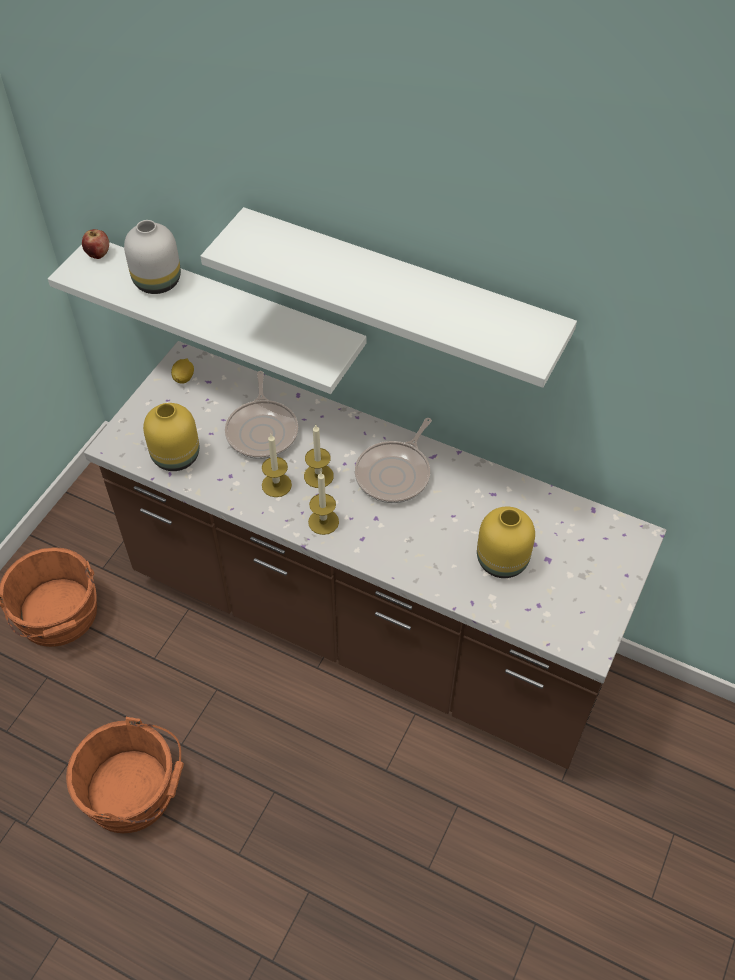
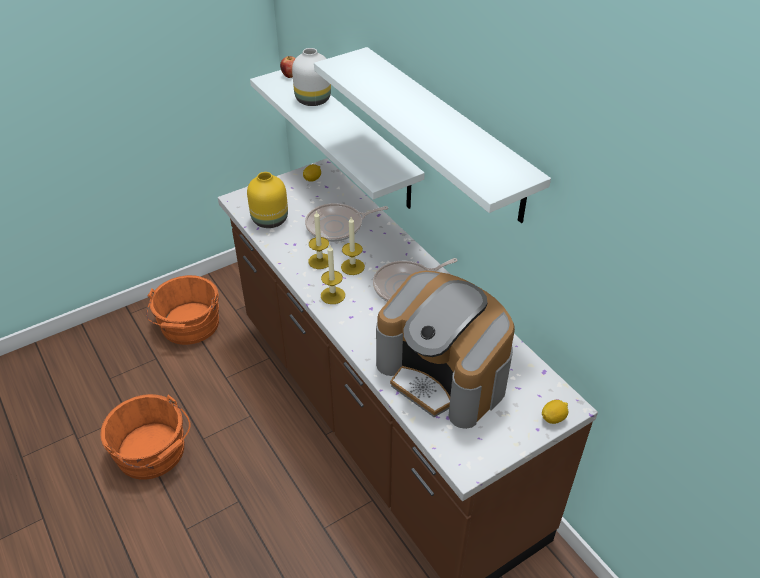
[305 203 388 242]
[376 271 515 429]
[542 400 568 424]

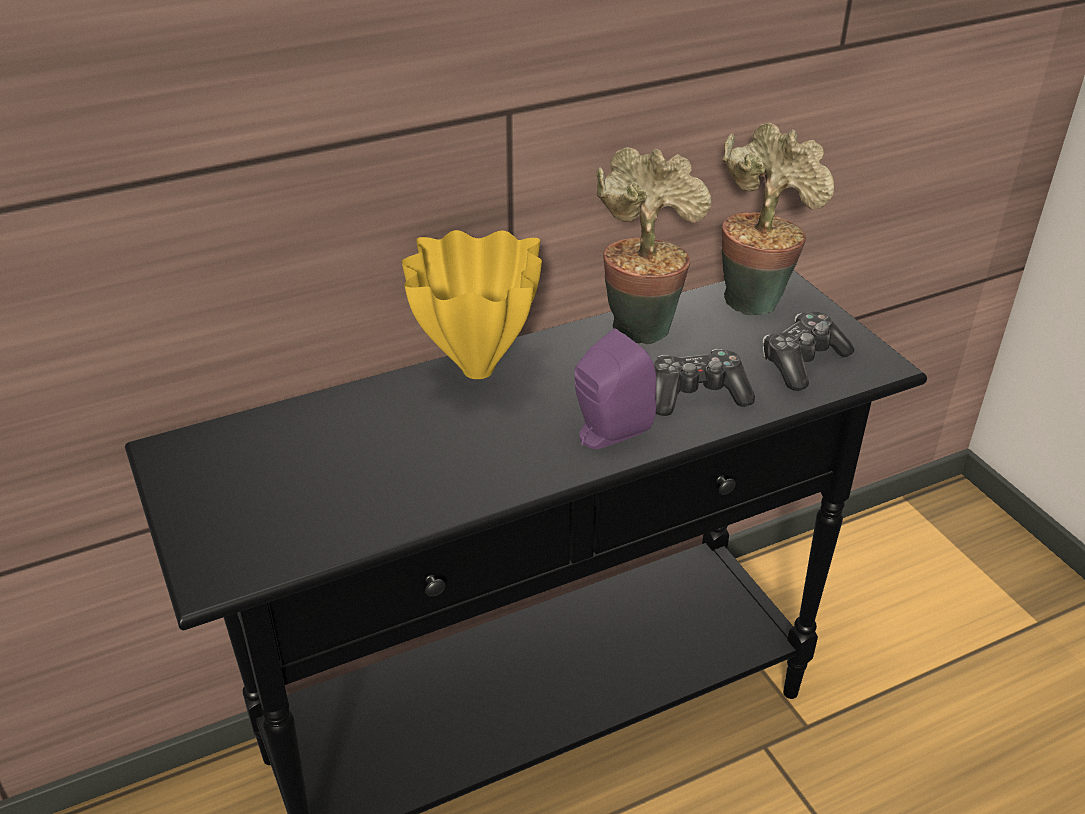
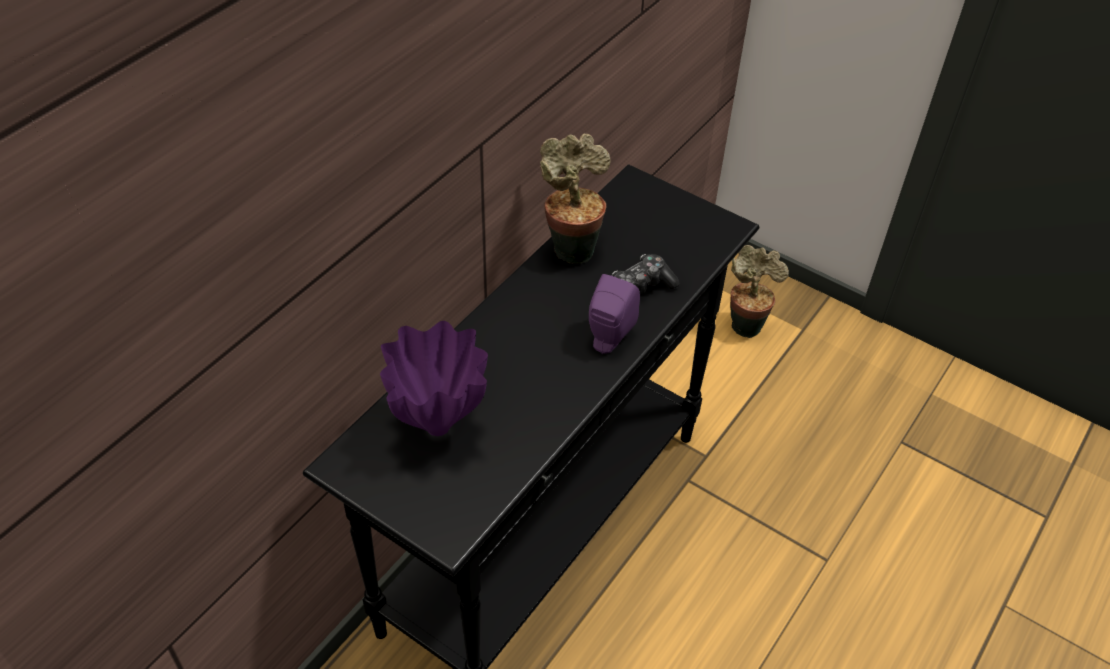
[380 321 488 436]
[730 245 789 338]
[402 230 542 379] (first image)
[763 312 855 391] (first image)

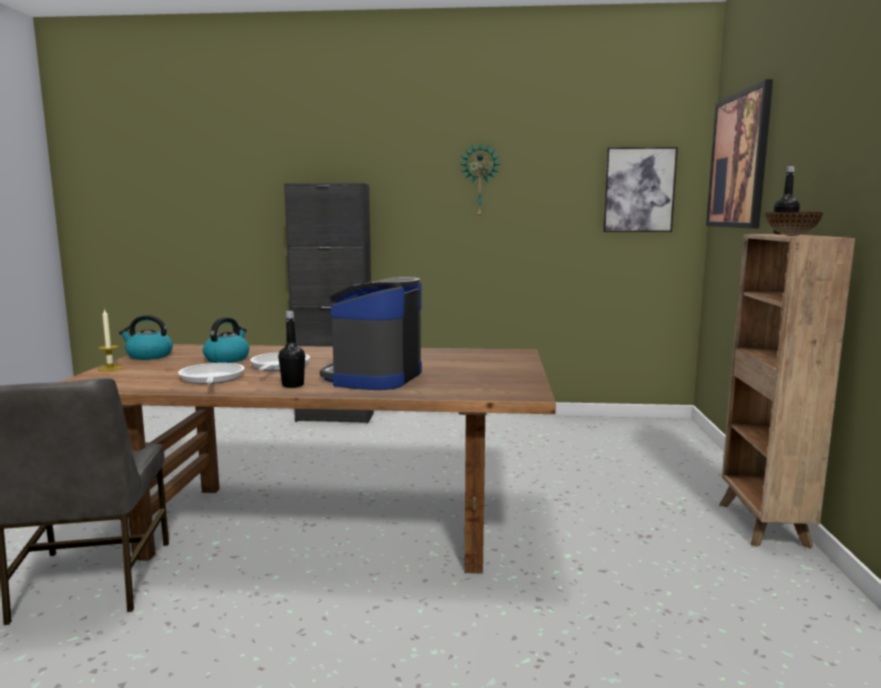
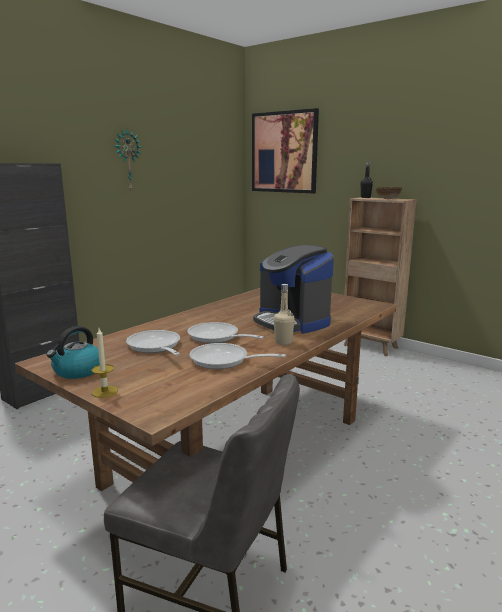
[126 330 180 356]
[274 284 295 345]
[603 147 678 232] (first image)

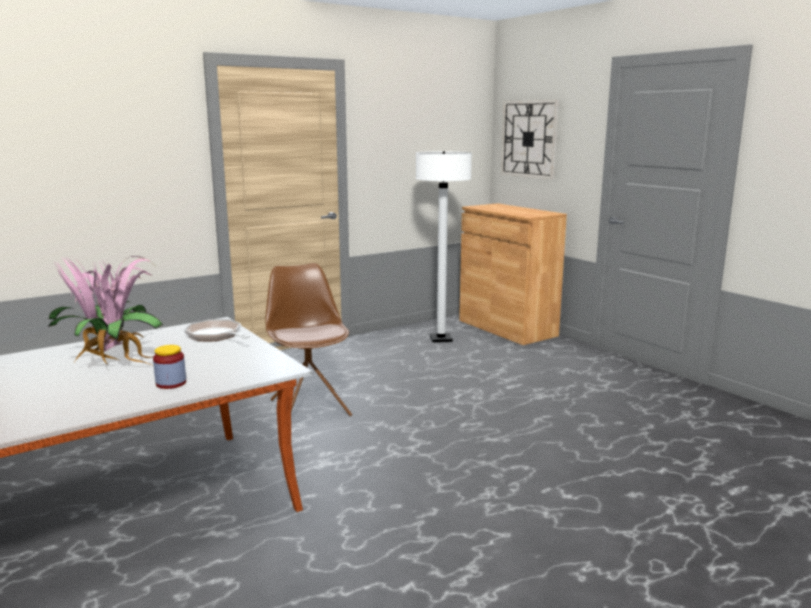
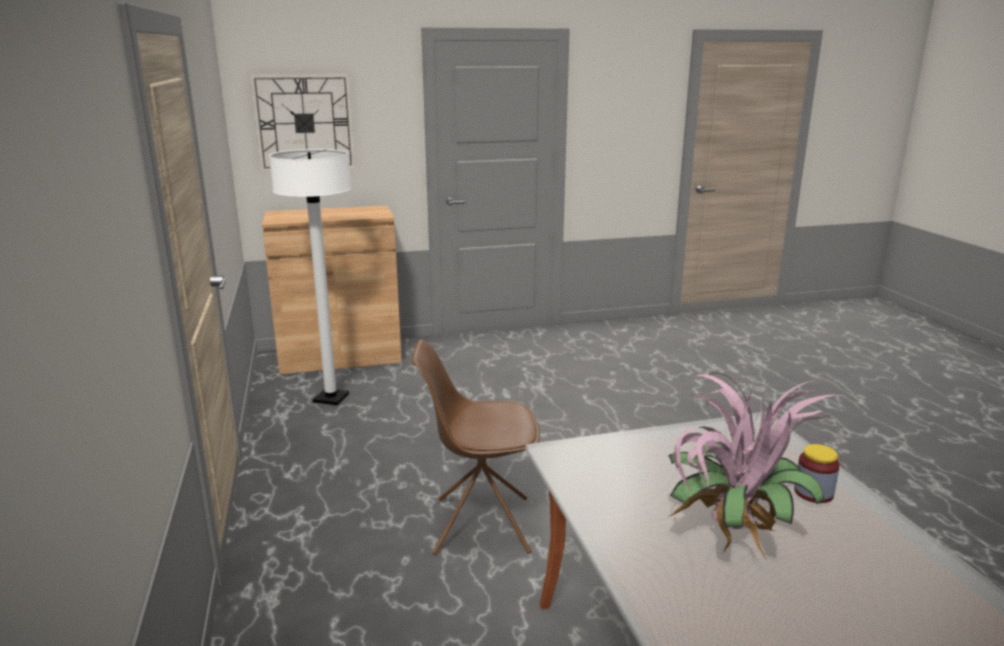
[184 319 250 341] (first image)

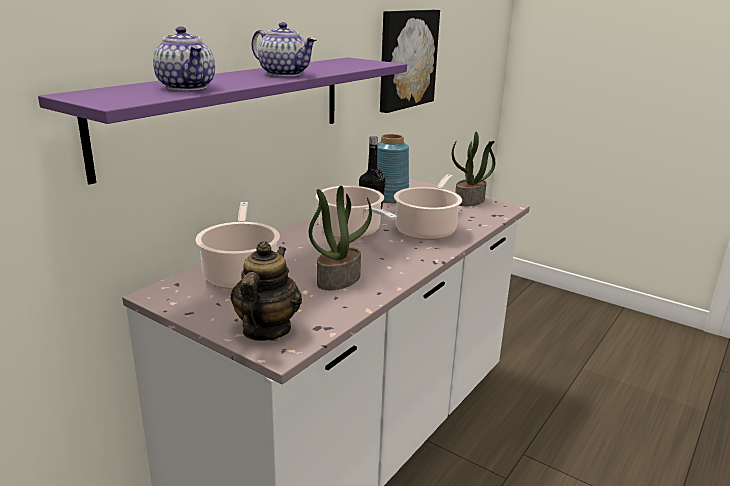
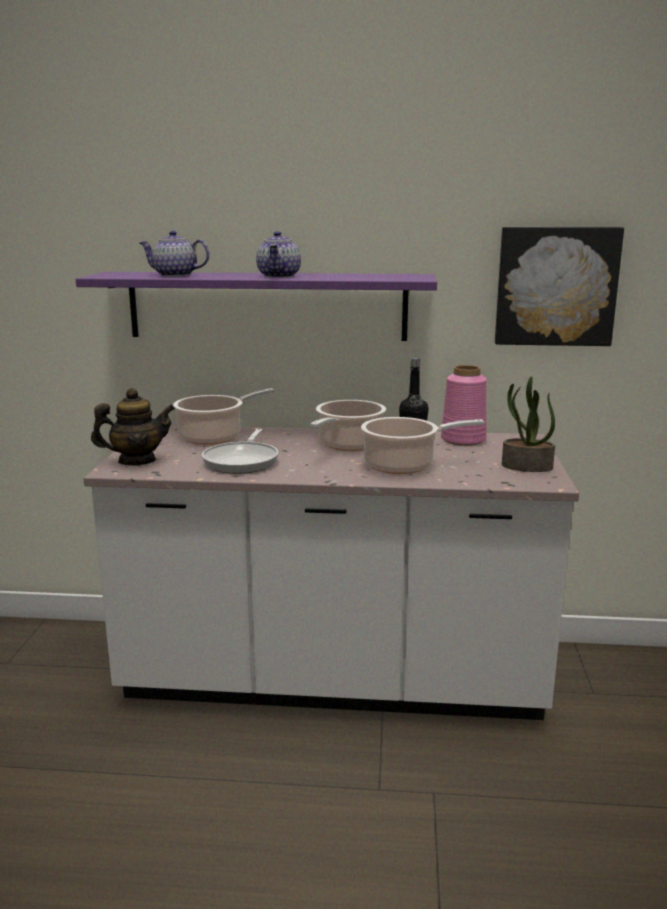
[140 231 210 277]
[202 429 278 474]
[441 365 487 446]

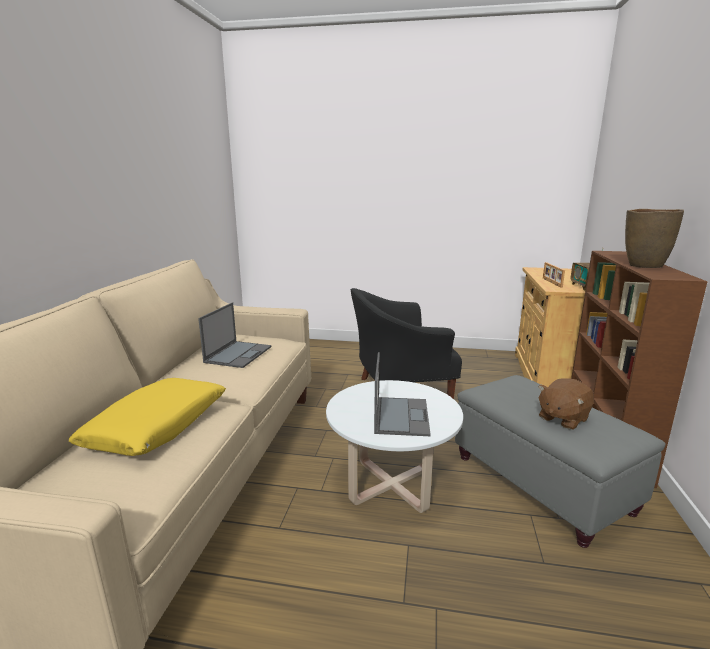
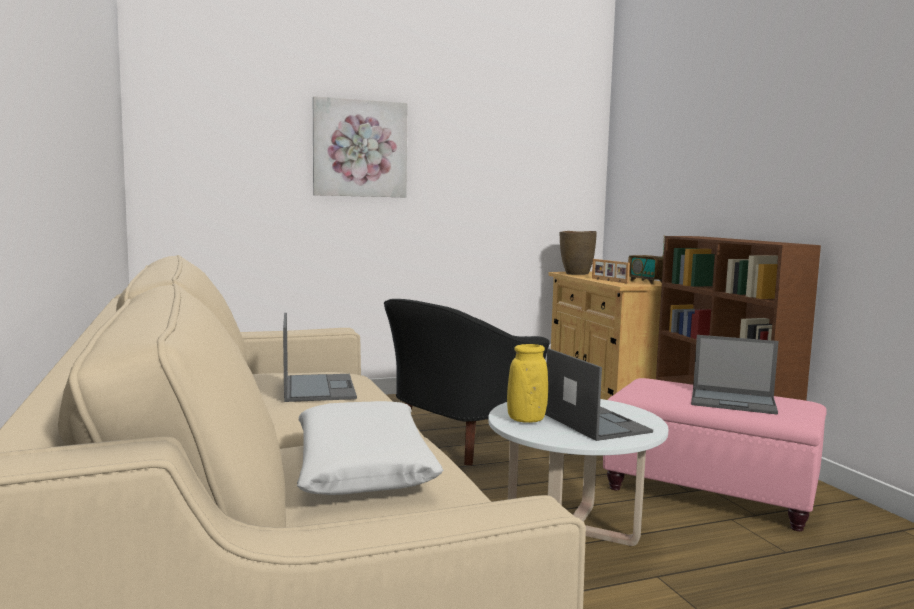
[297 401 443 495]
[313 96 408 197]
[507 344 548 423]
[559 231 597 275]
[603 378 827 531]
[691 335 779 414]

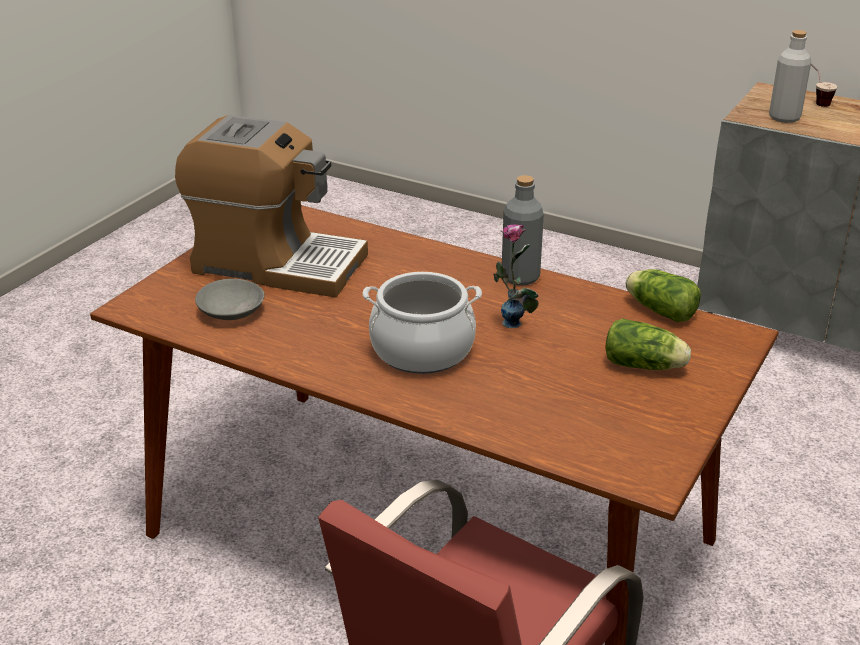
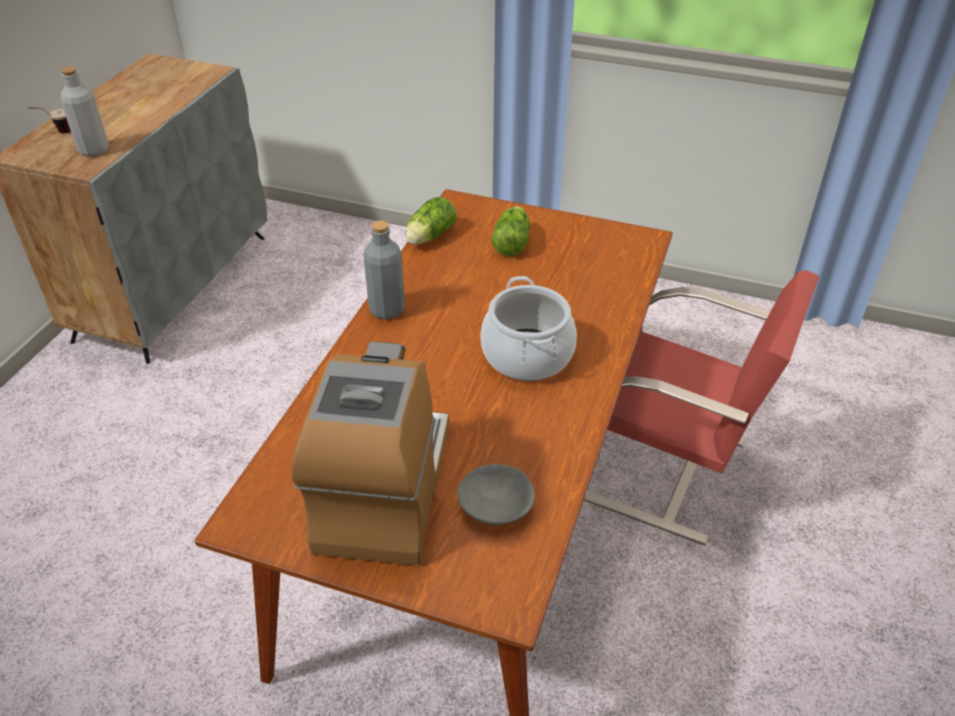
[493 224 539 328] (first image)

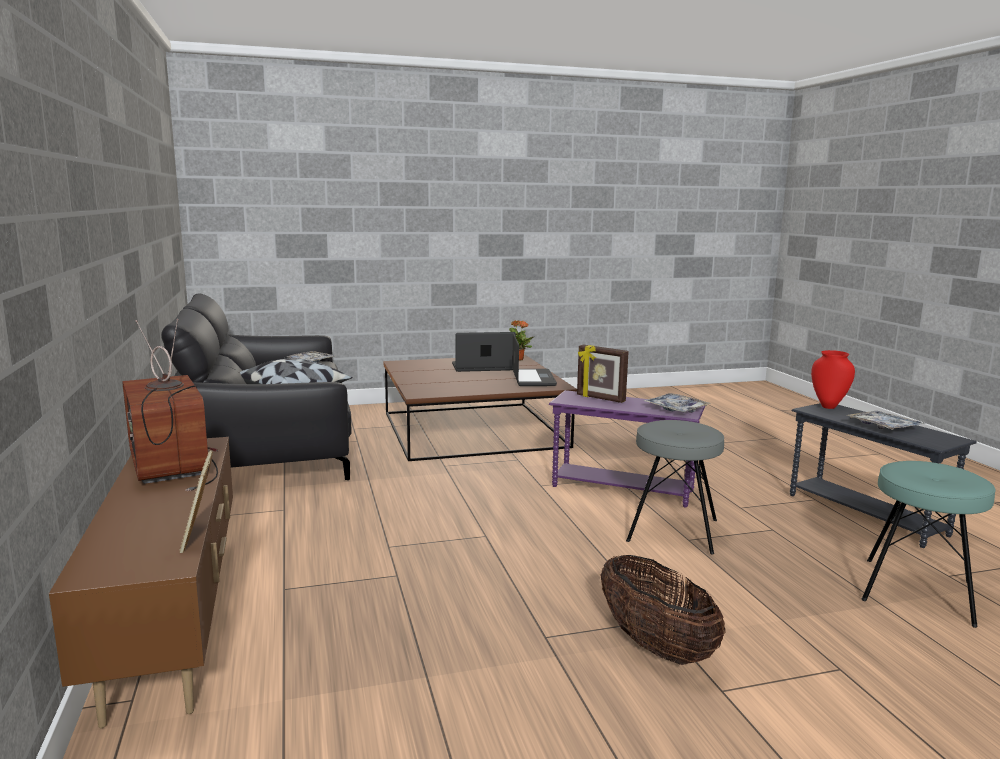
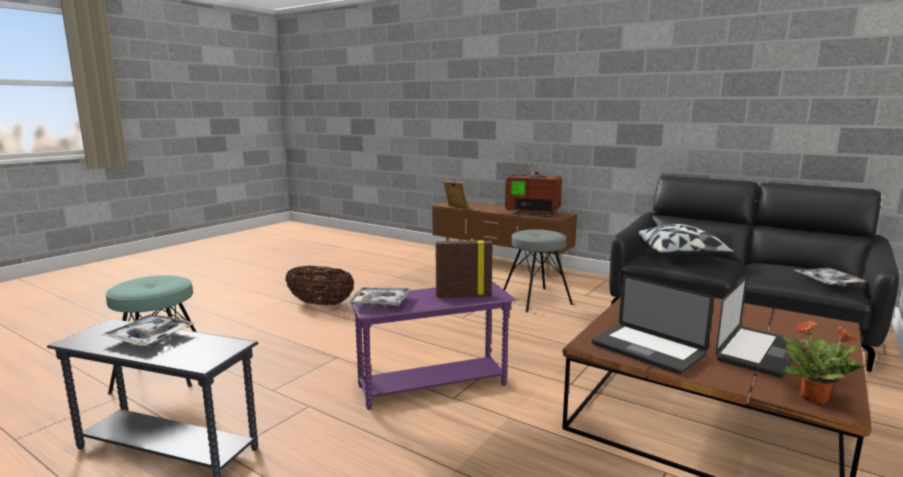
[503 229 573 312]
[811 350 855 409] (first image)

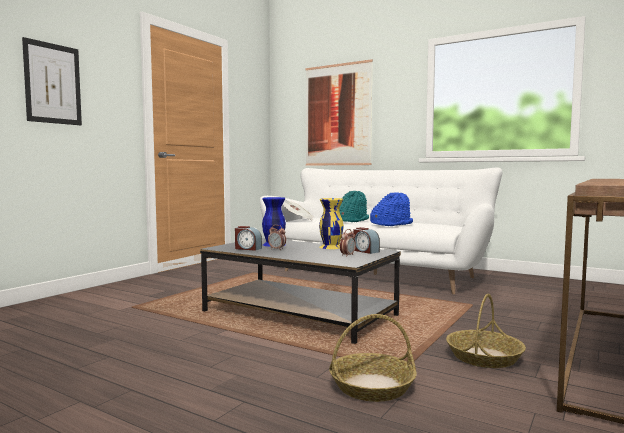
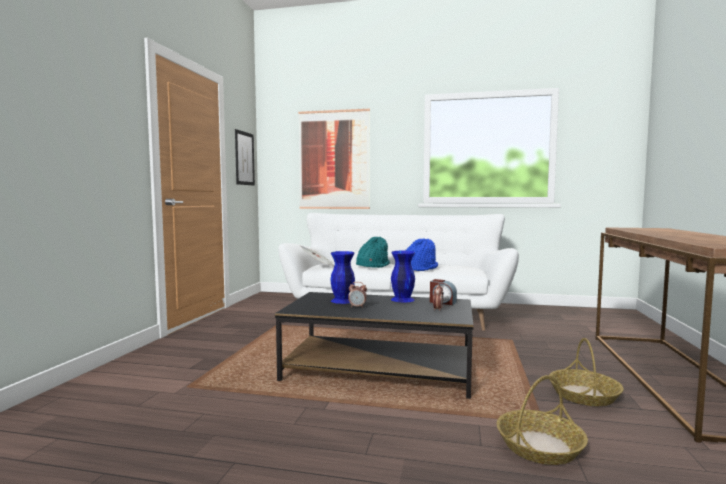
[235 129 255 186]
[391 251 415 302]
[235 226 262 251] (first image)

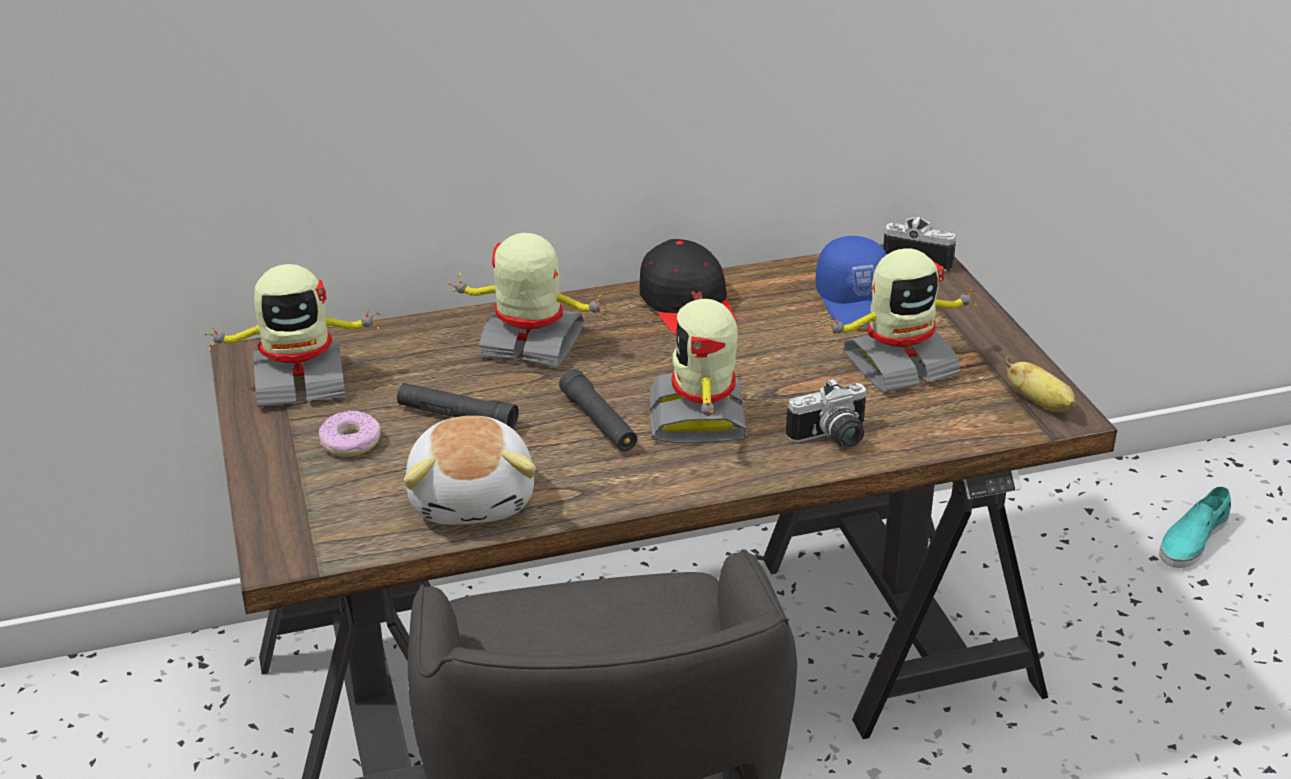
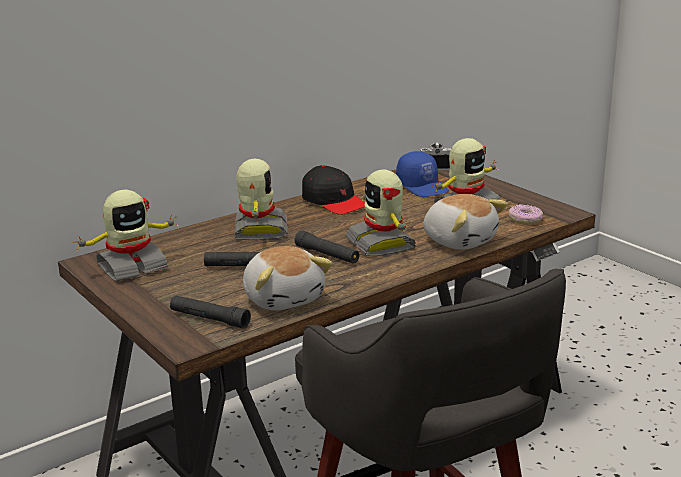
[170 295 251 329]
[235 158 288 240]
[423 194 508 250]
[509 204 543 225]
[1003 357 1075 412] (first image)
[1159 486 1231 568] (first image)

